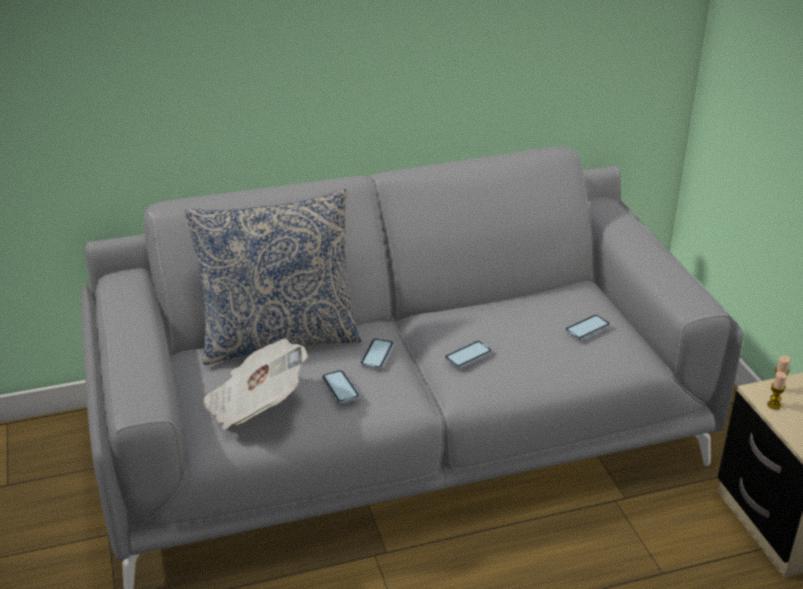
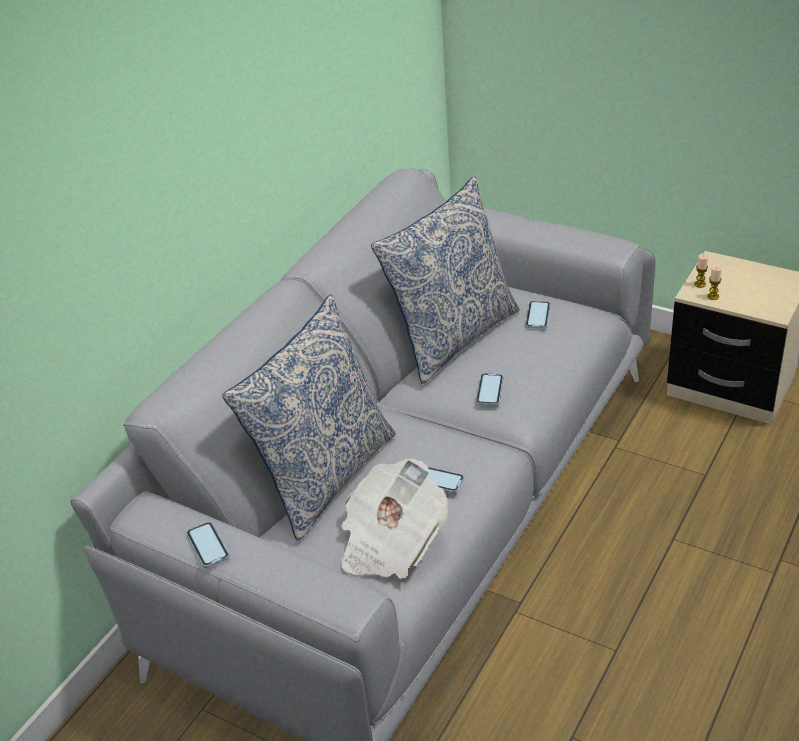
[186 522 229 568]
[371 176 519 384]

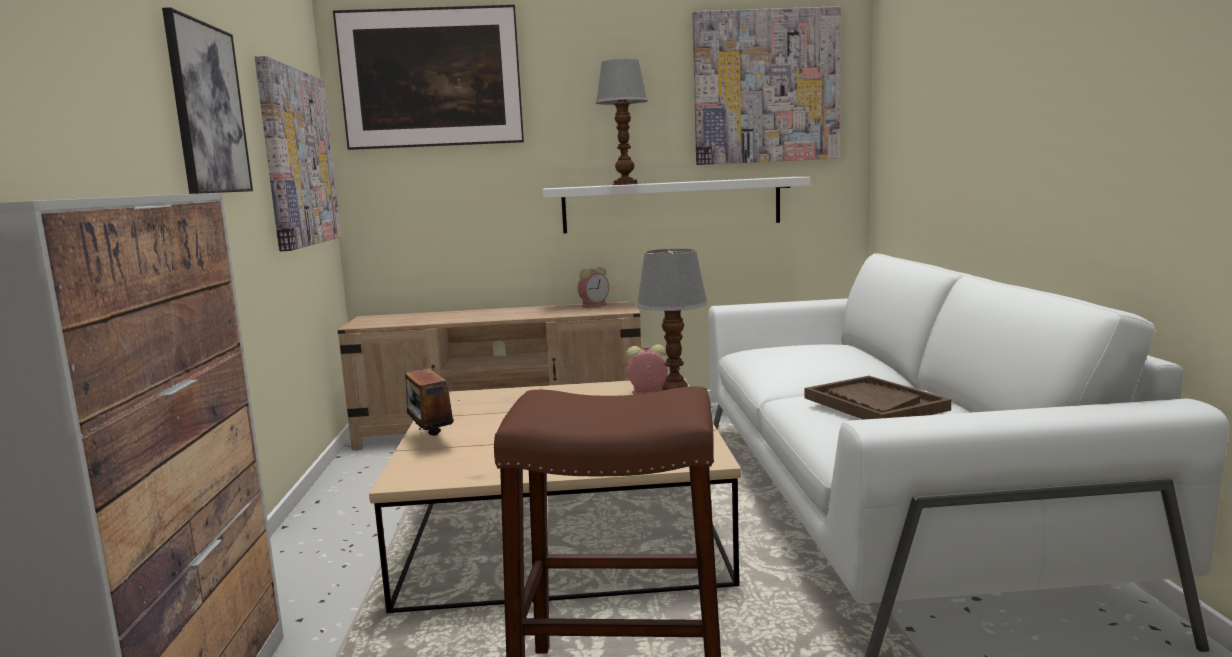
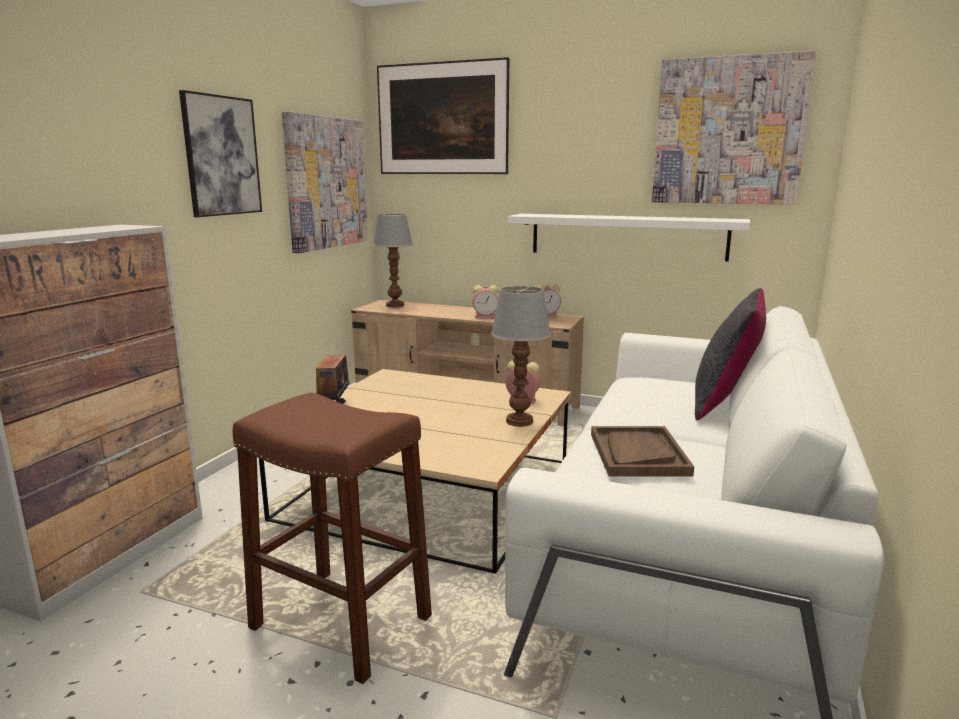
[373 214 413 308]
[472 285 499 318]
[695 288 766 420]

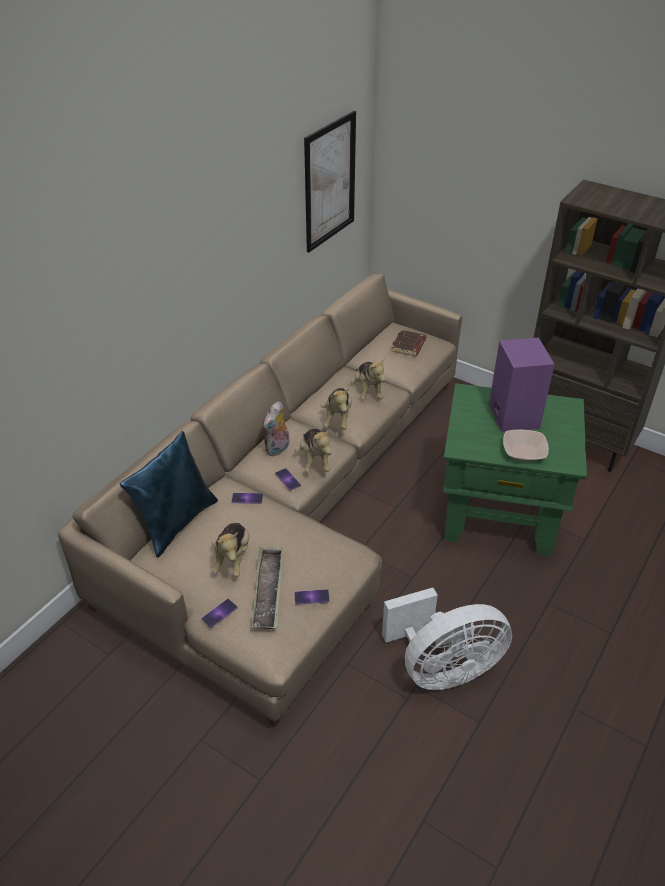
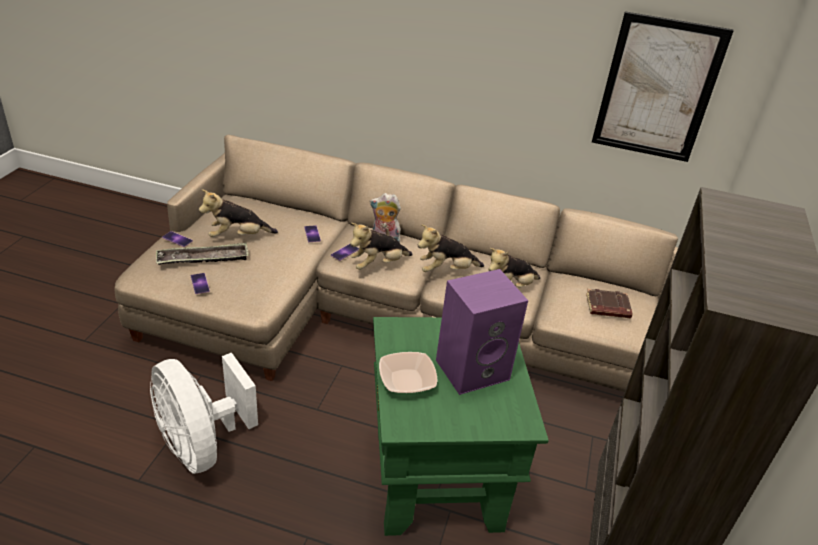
[120 431 218 558] (first image)

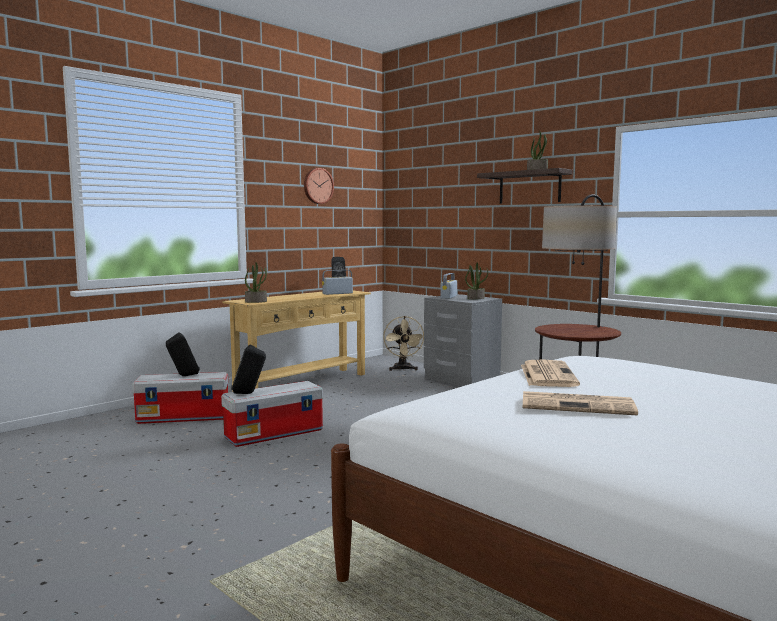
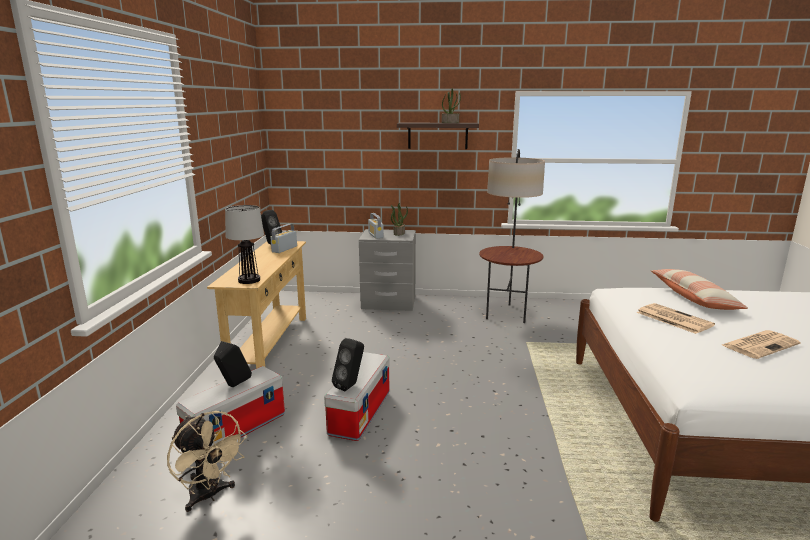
[167 411 248 512]
[225 205 264 284]
[650 269 748 310]
[304 168 334 204] (first image)

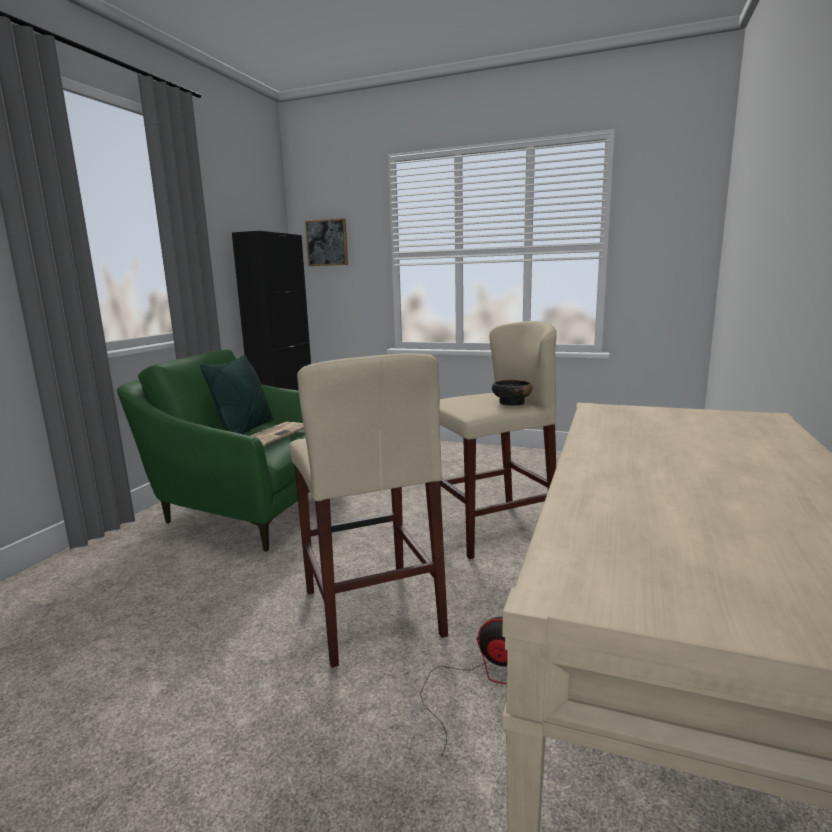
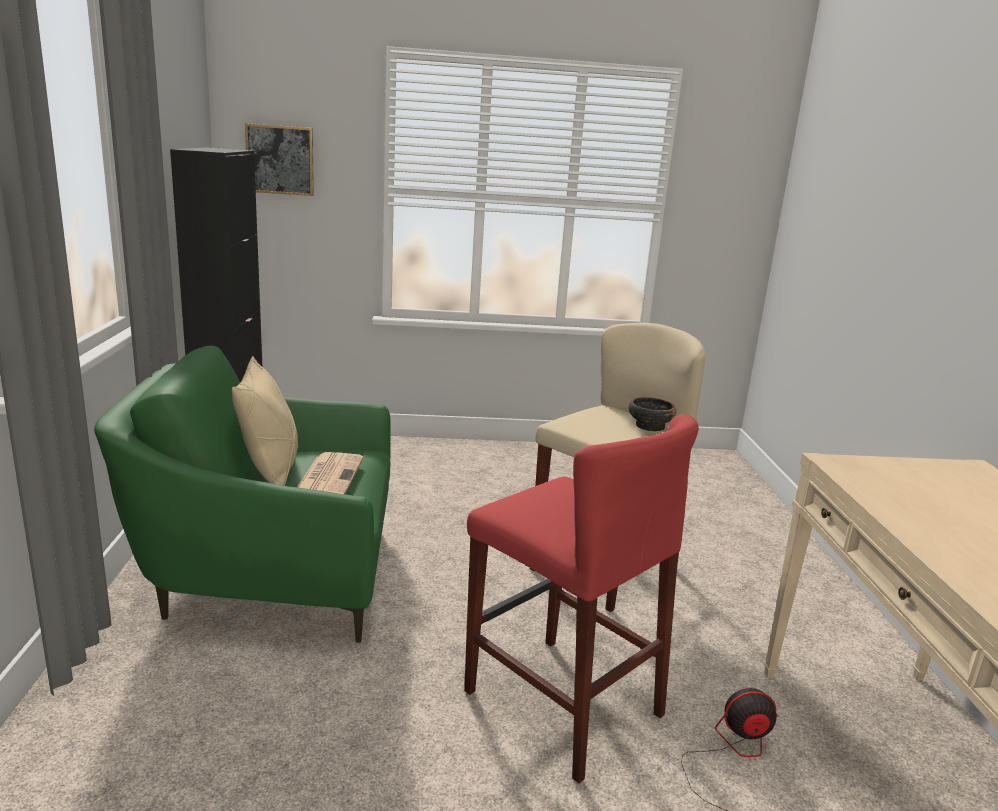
[232 356 298 486]
[464 414 699 783]

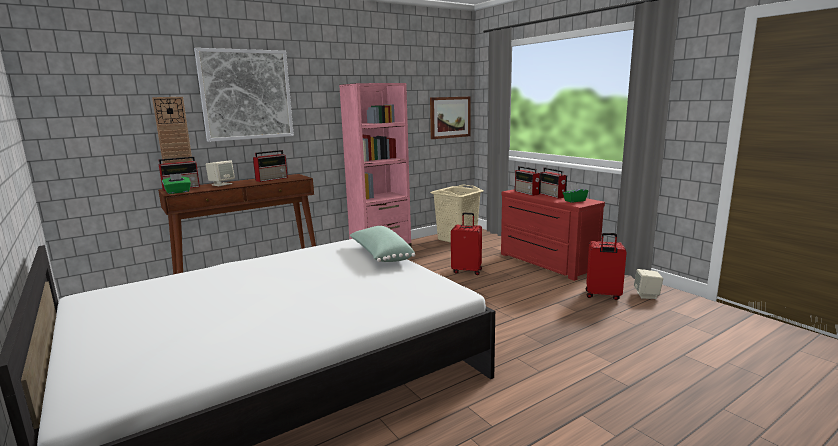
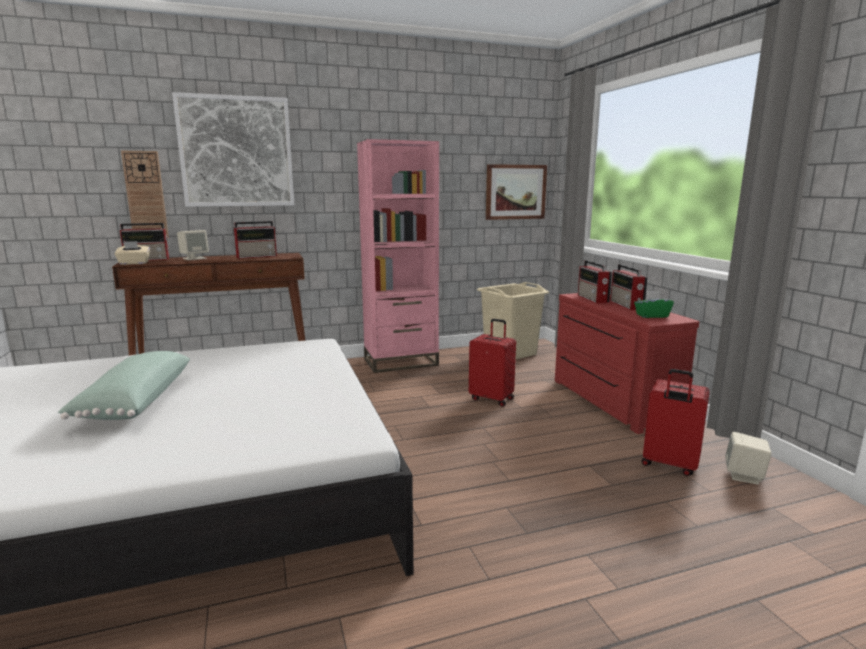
[58 351 190 420]
[115 241 150 265]

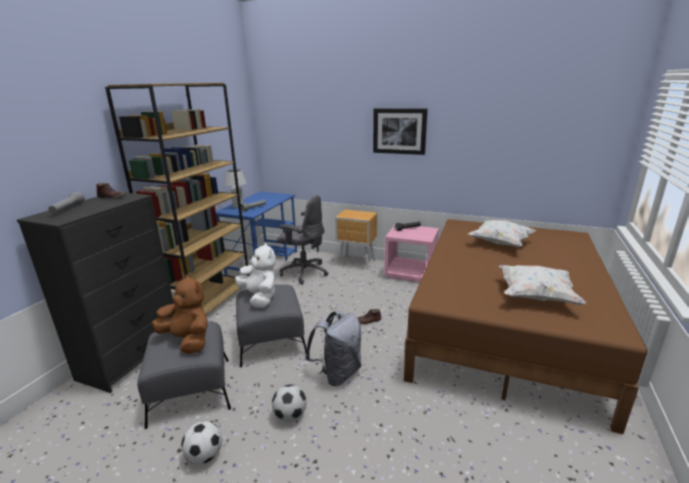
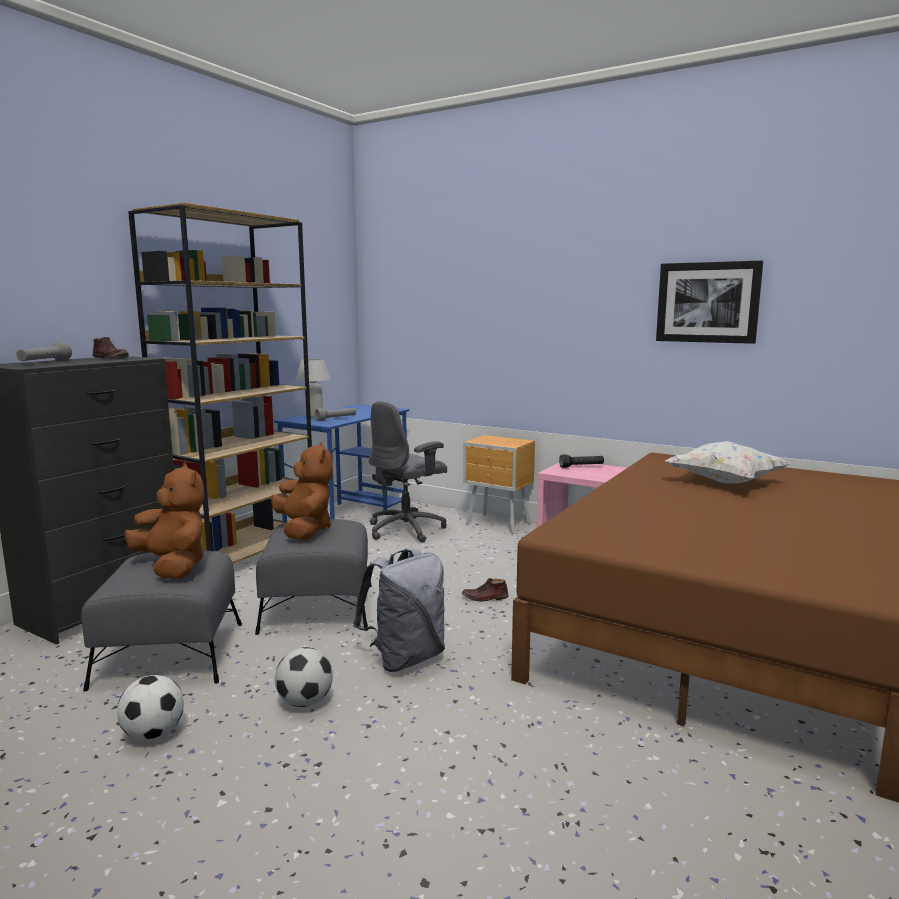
[271 442 333 540]
[369 401 447 543]
[656 260 763 344]
[499 265 586 305] (first image)

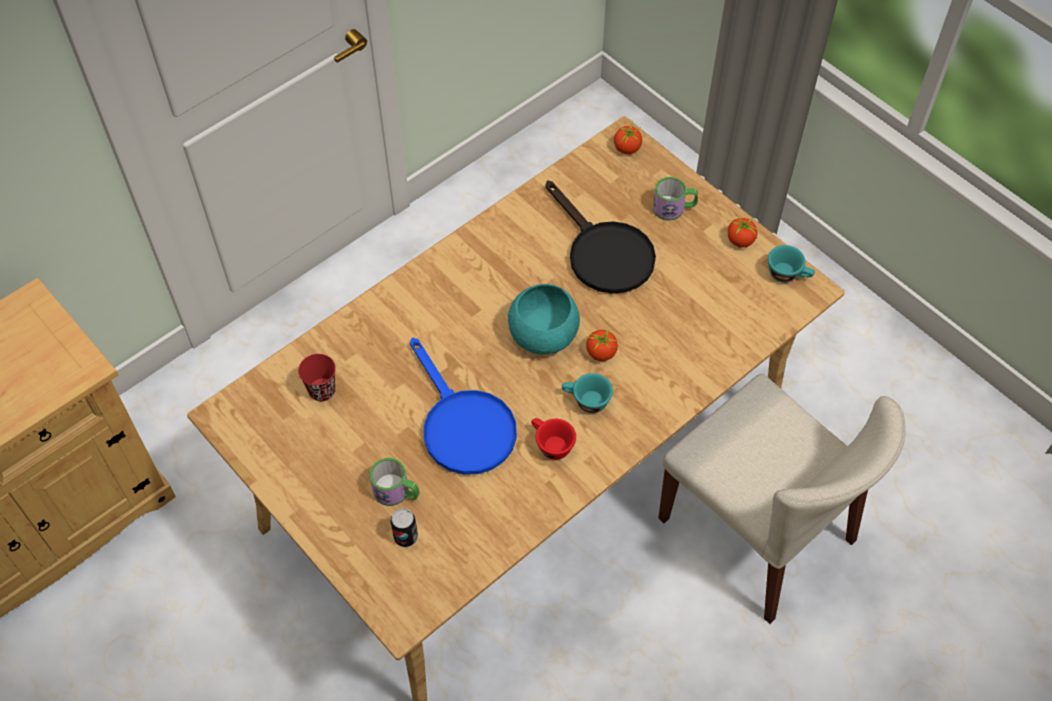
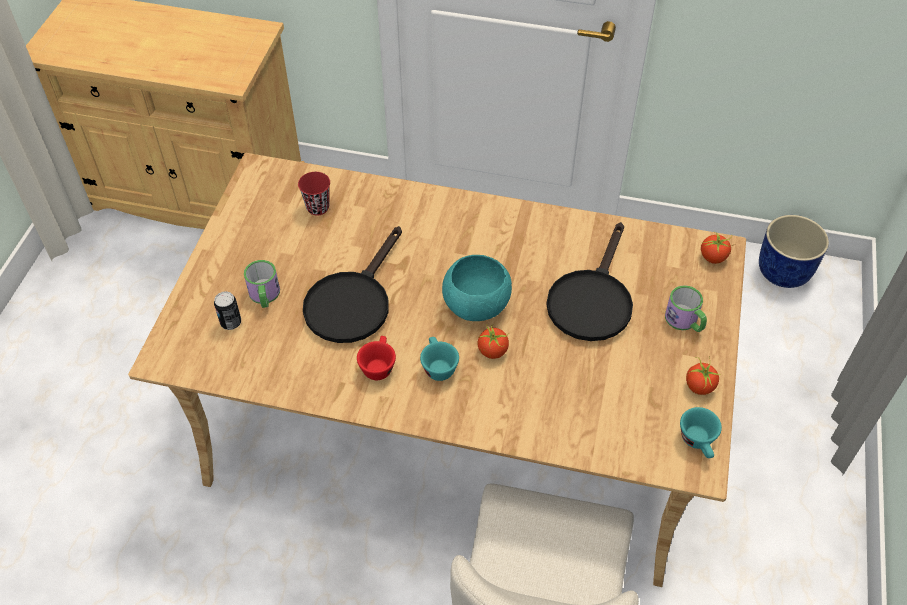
[303 226 402 343]
[759 215 829 288]

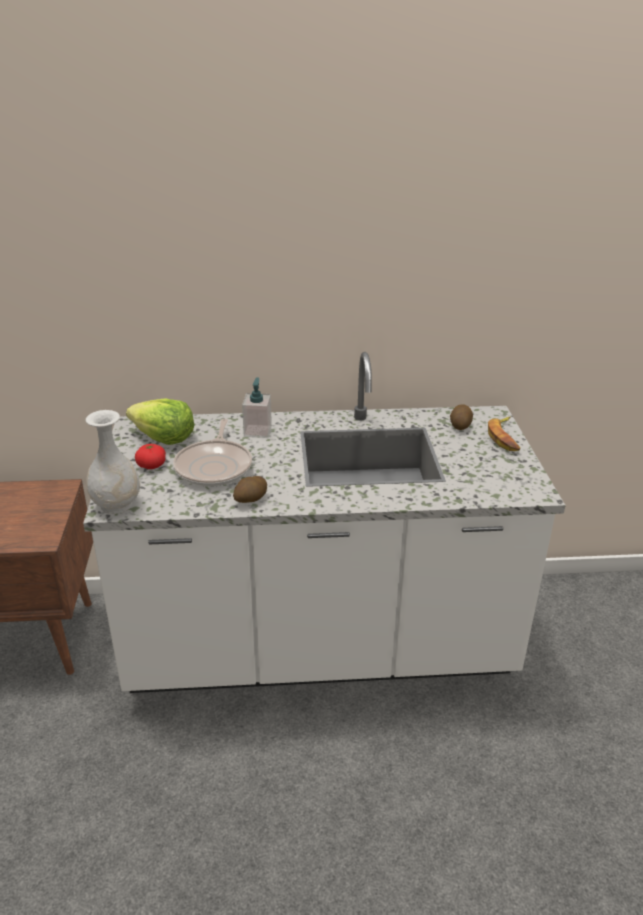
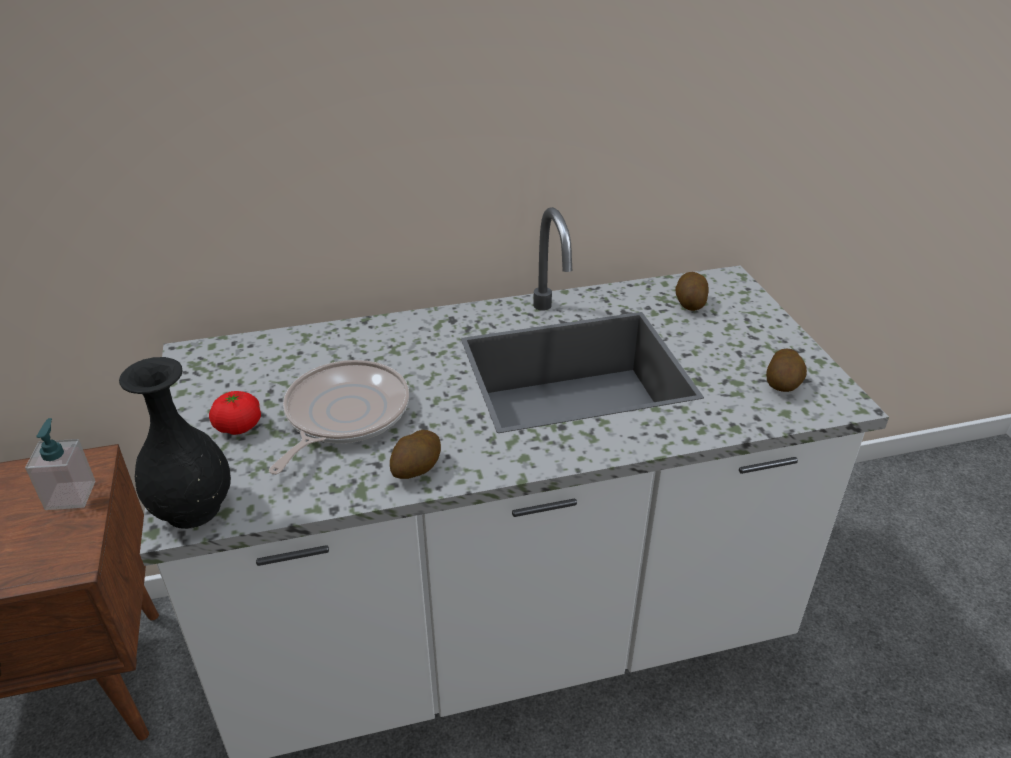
[25 418 95 510]
[119 357 231 529]
[269 360 409 475]
[766 349 807 392]
[126 398 195 445] (first image)
[488 417 520 451] (first image)

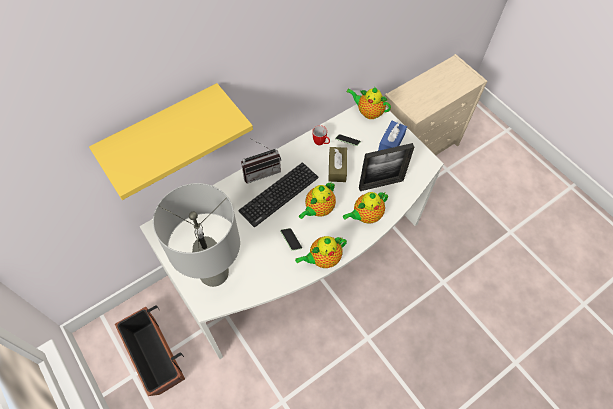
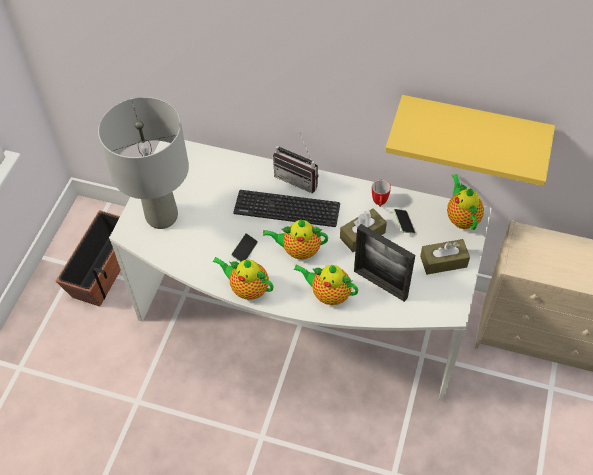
[385 95 555 186]
[420 239 470 275]

